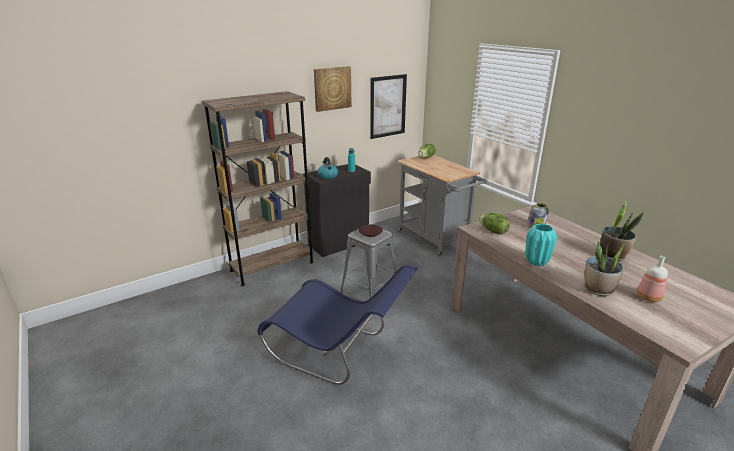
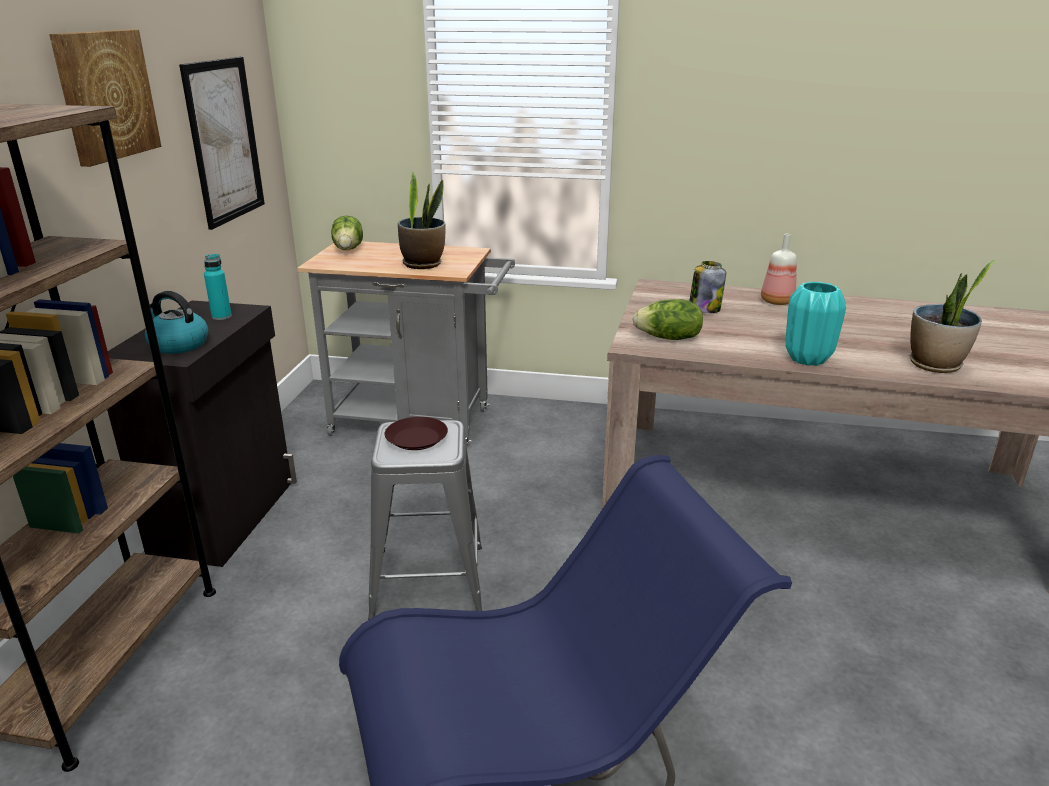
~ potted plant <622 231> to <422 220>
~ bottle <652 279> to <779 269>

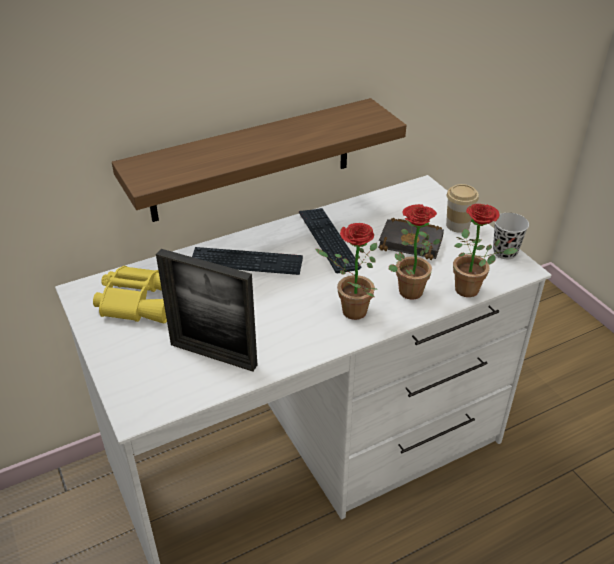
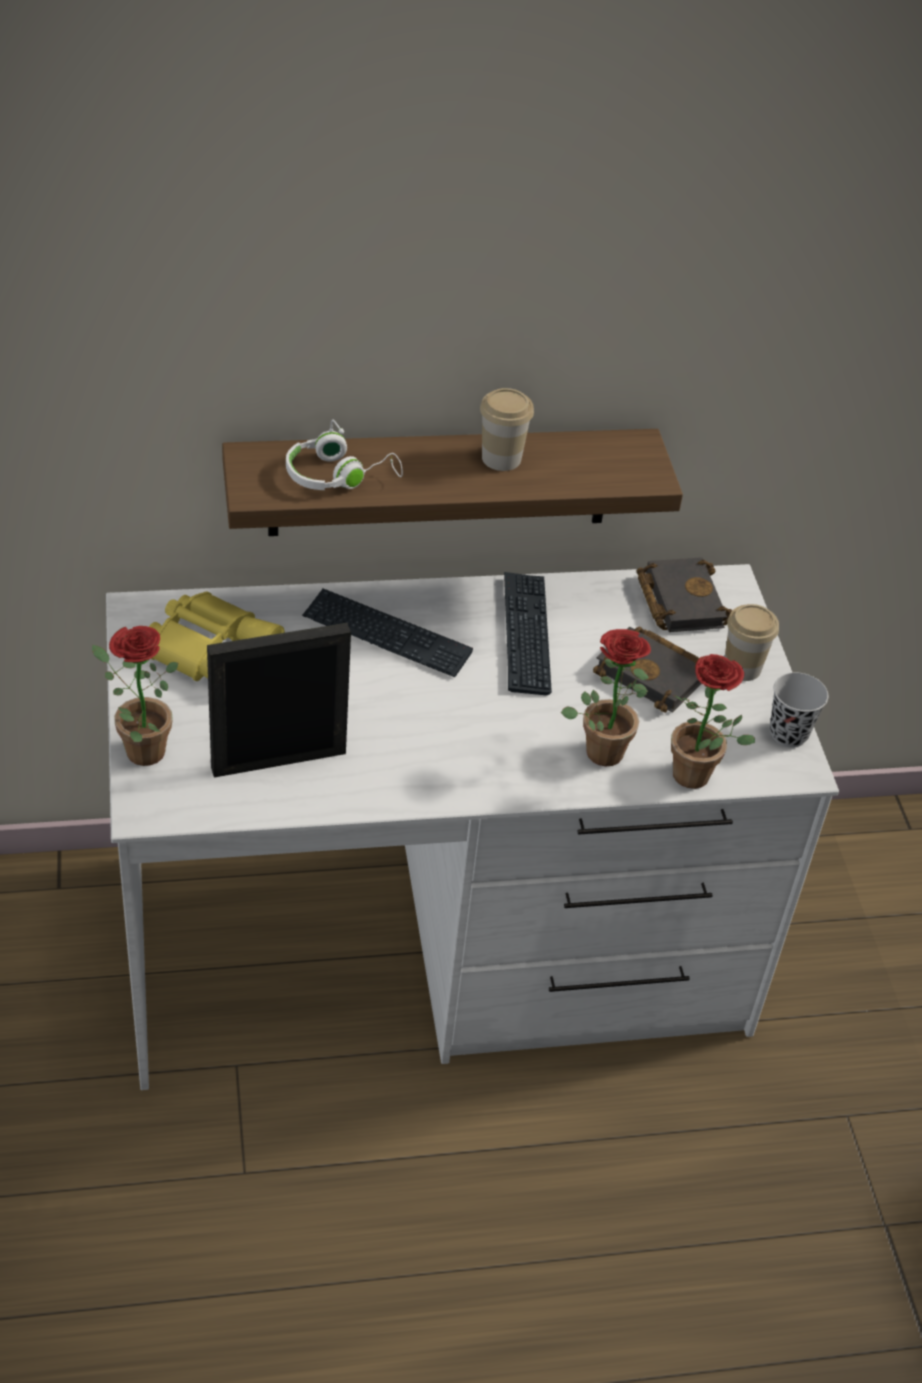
~ potted plant <346 271> to <135 696>
~ picture frame <206 310> = <279 700> 120 degrees clockwise
+ cup <507 429>
+ white headphones <344 455>
+ black book <685 594>

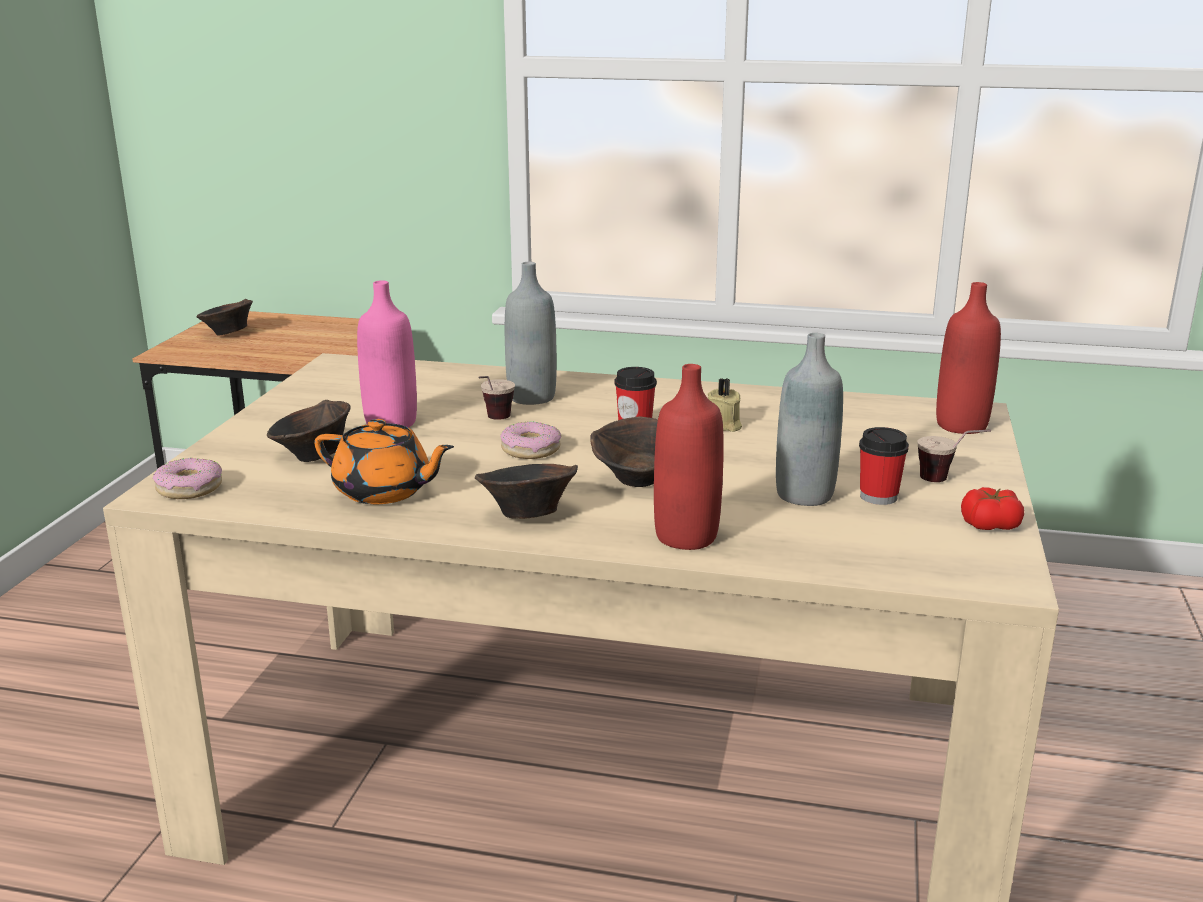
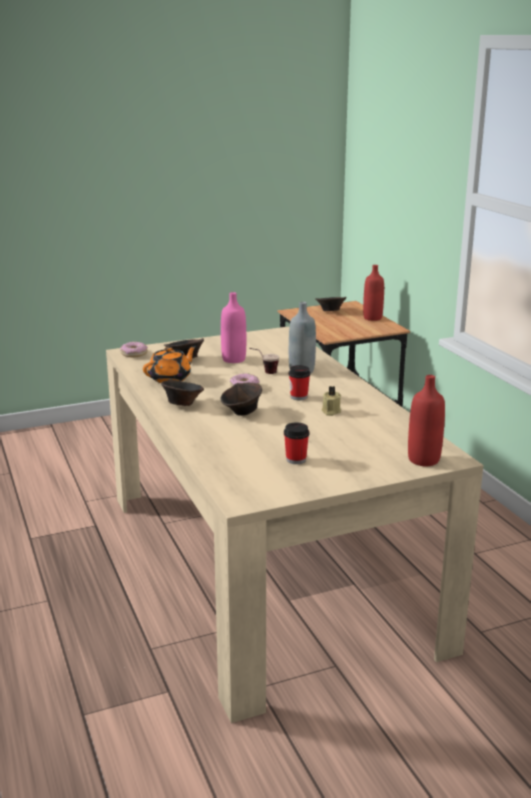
- grey bottle <809 419>
~ red bottle <689 457> to <373 293>
~ orange teapot <384 461> = <169 364> 120 degrees counterclockwise
- cup <954 455>
- tomato <992 508>

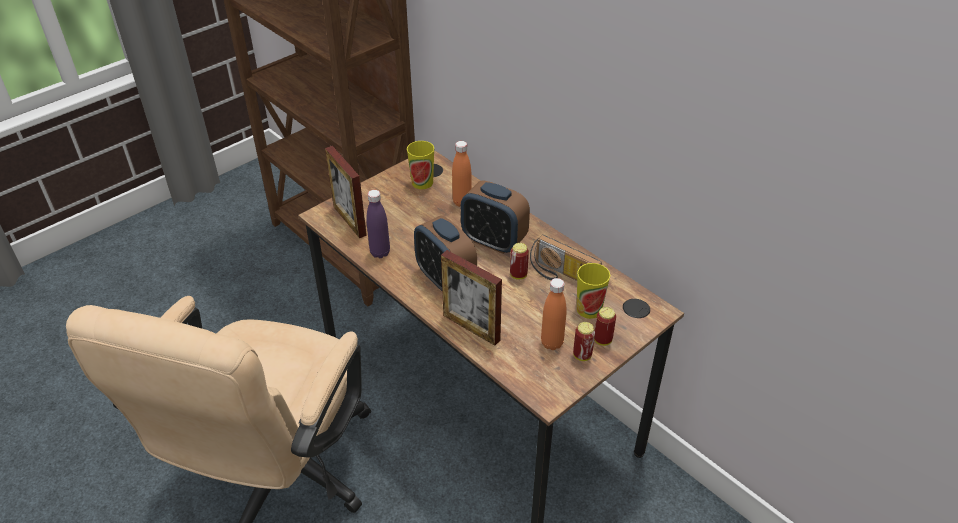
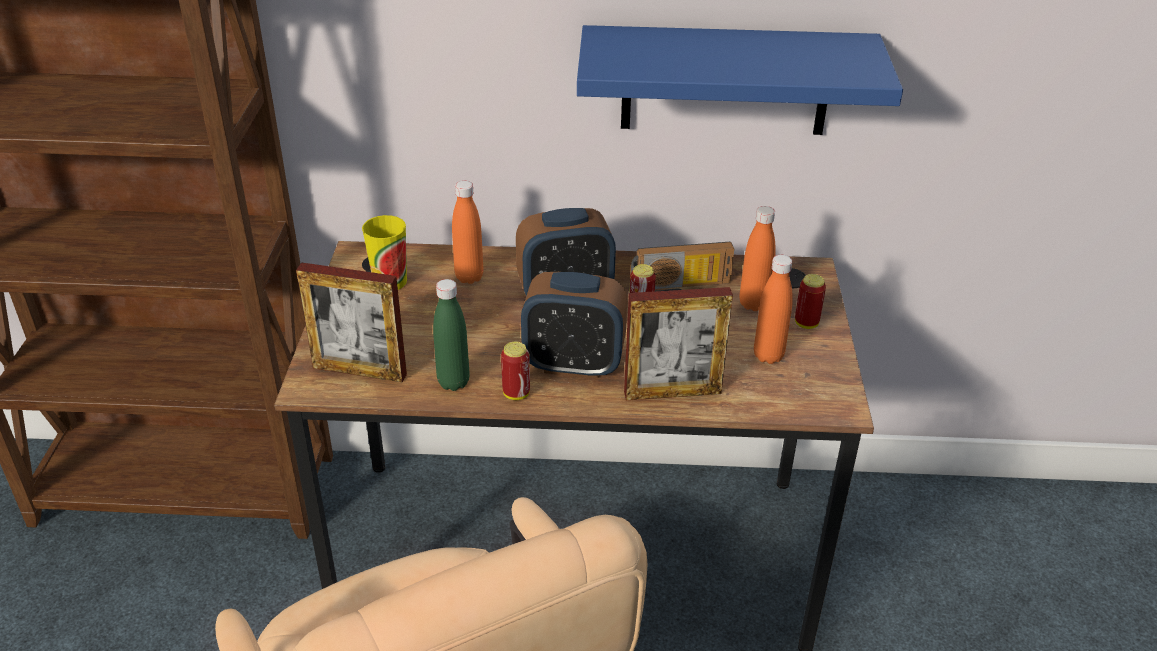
~ purple bottle <378 224> to green bottle <451 335>
~ cup <593 291> to orange bottle <758 258>
~ can <584 341> to <515 370>
+ blue shelf <740 80>

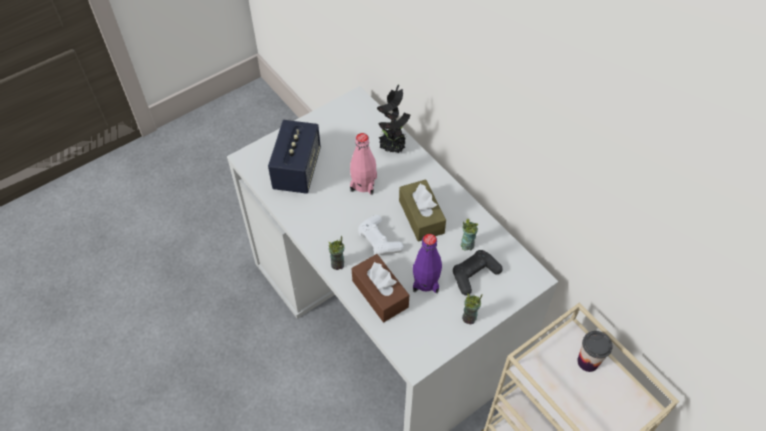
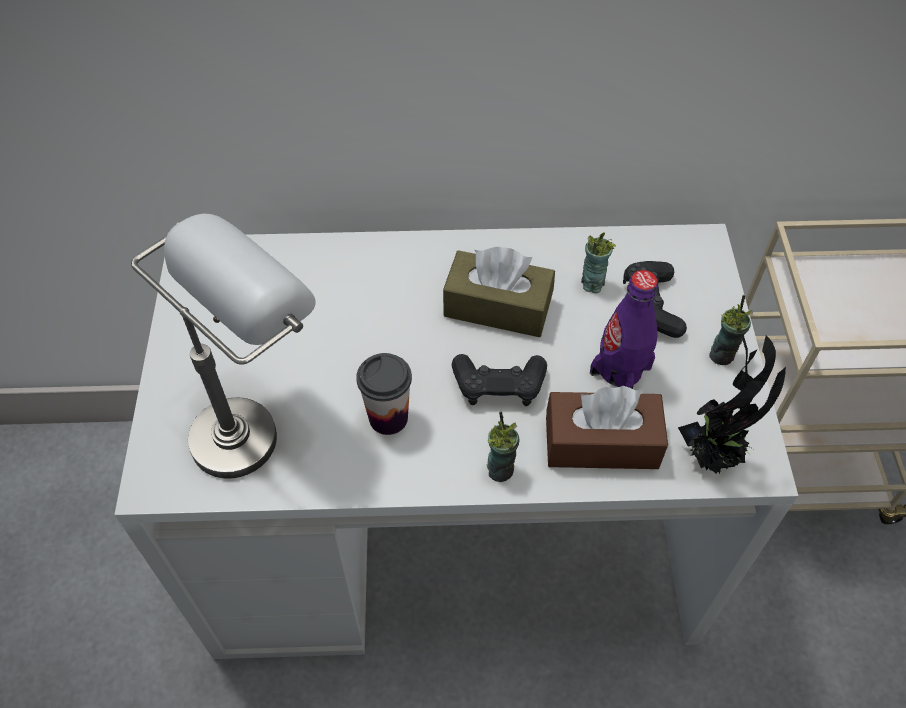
~ potted plant <394 119> to <732 404>
~ speaker <294 157> to grey table lamp <223 346>
- pink bottle <363 164>
~ white game controller <381 235> to black game controller <499 380>
~ cup <595 351> to <384 394>

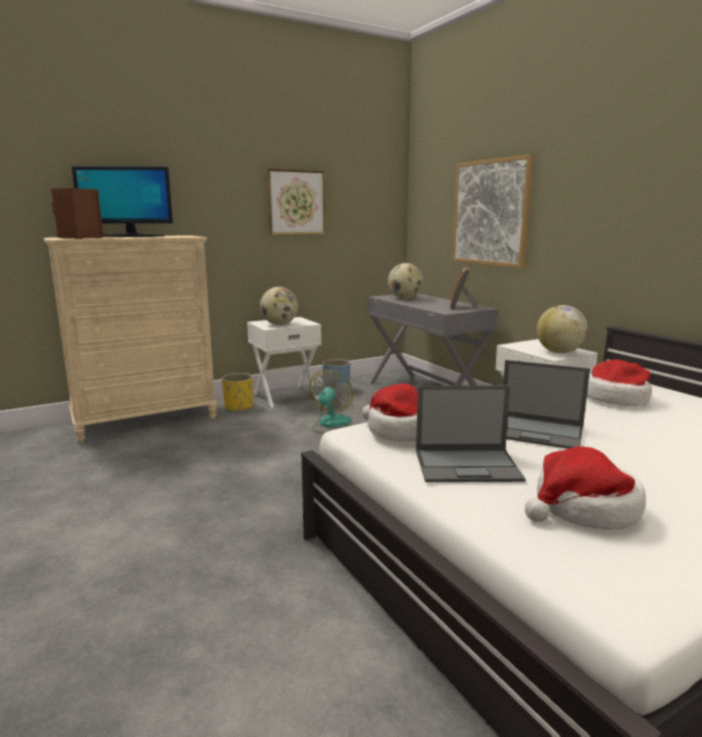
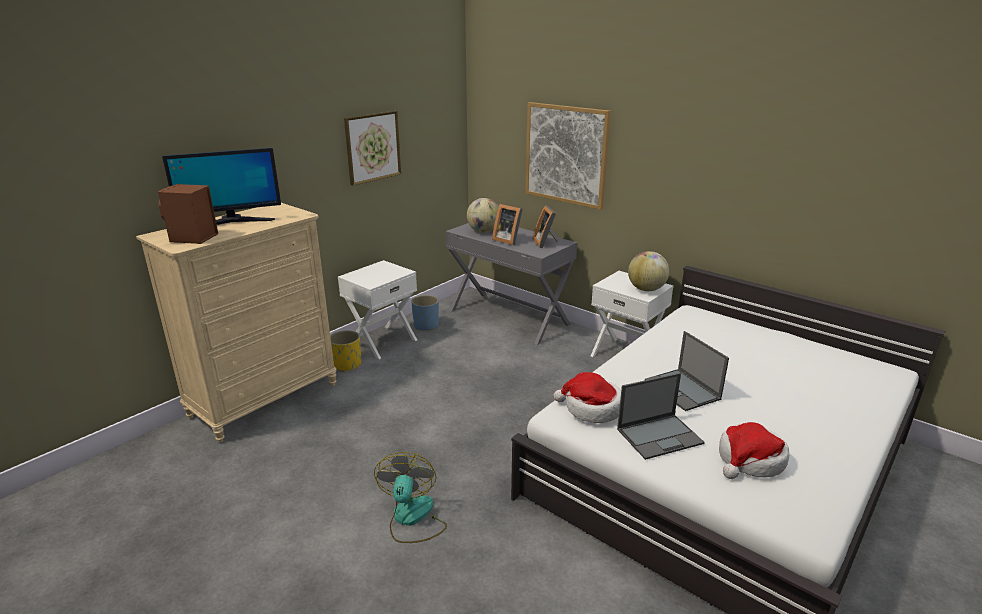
- globe <279 306>
- hat <619 382>
~ laptop <546 404> = <687 371> 60 degrees clockwise
~ fan <331 402> to <410 497>
+ picture frame <507 224>

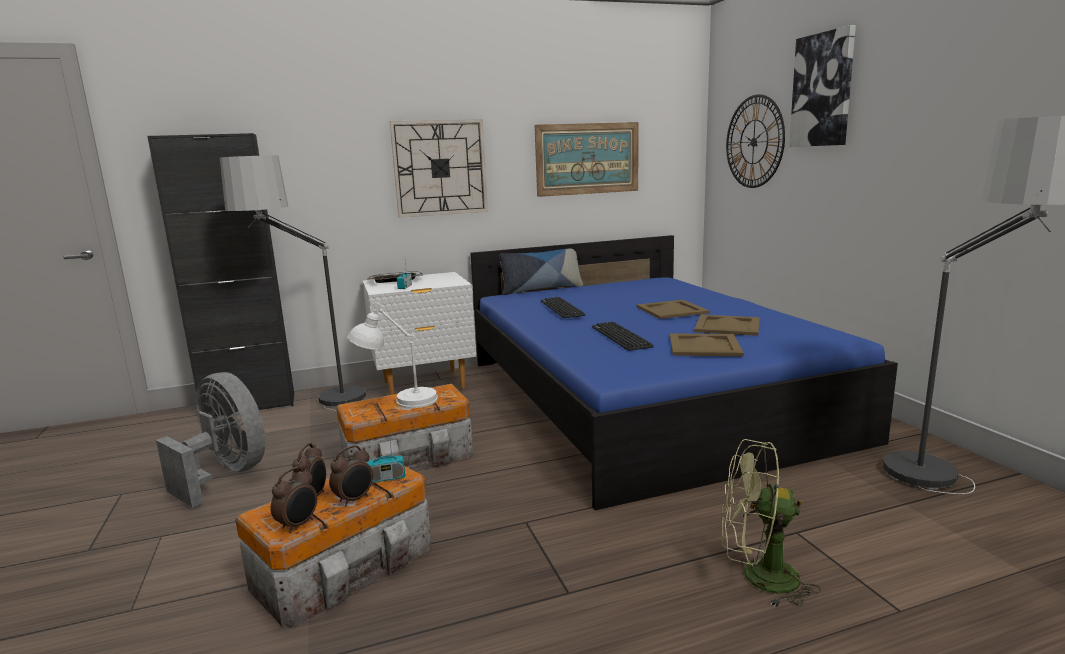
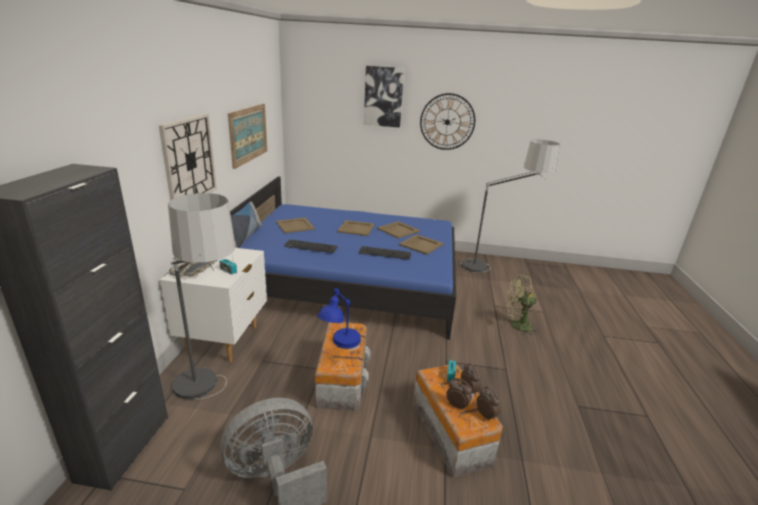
~ wall clock <755 141> to <447 121>
~ white table lamp <392 355> to blue table lamp <339 318>
~ green fan <771 523> = <522 305> 60 degrees clockwise
+ beige tray <295 225>

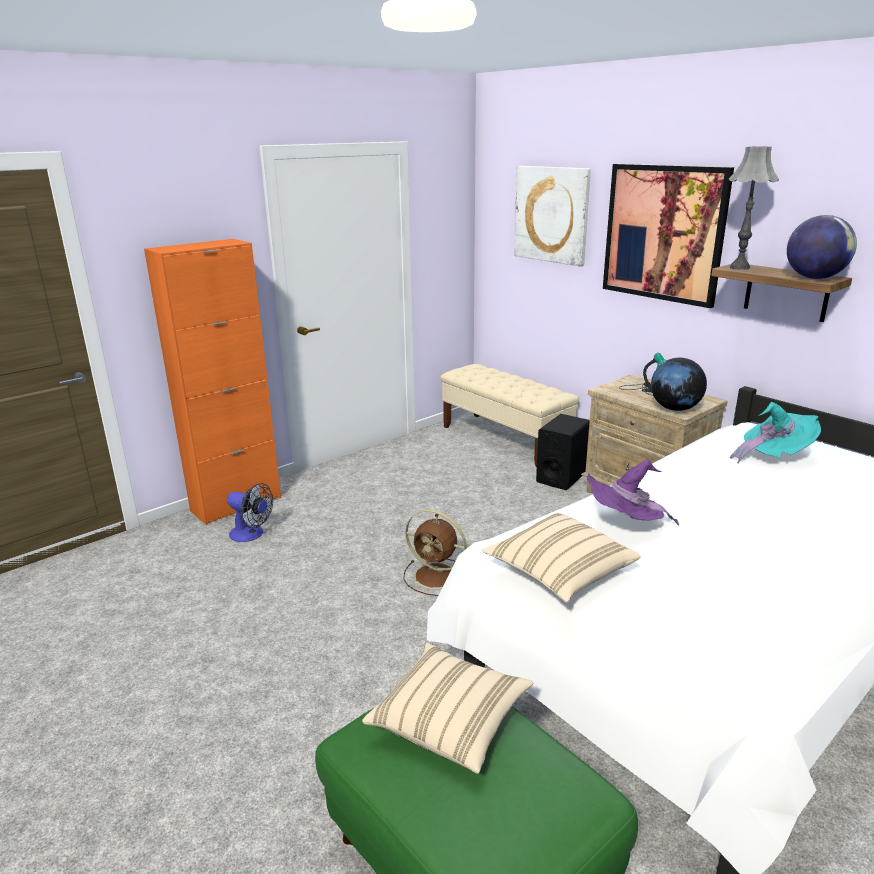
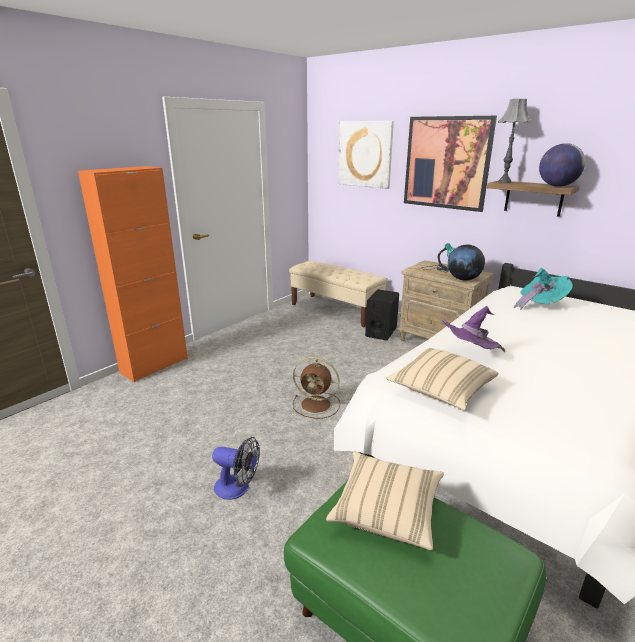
~ fan <250 512> to <236 468>

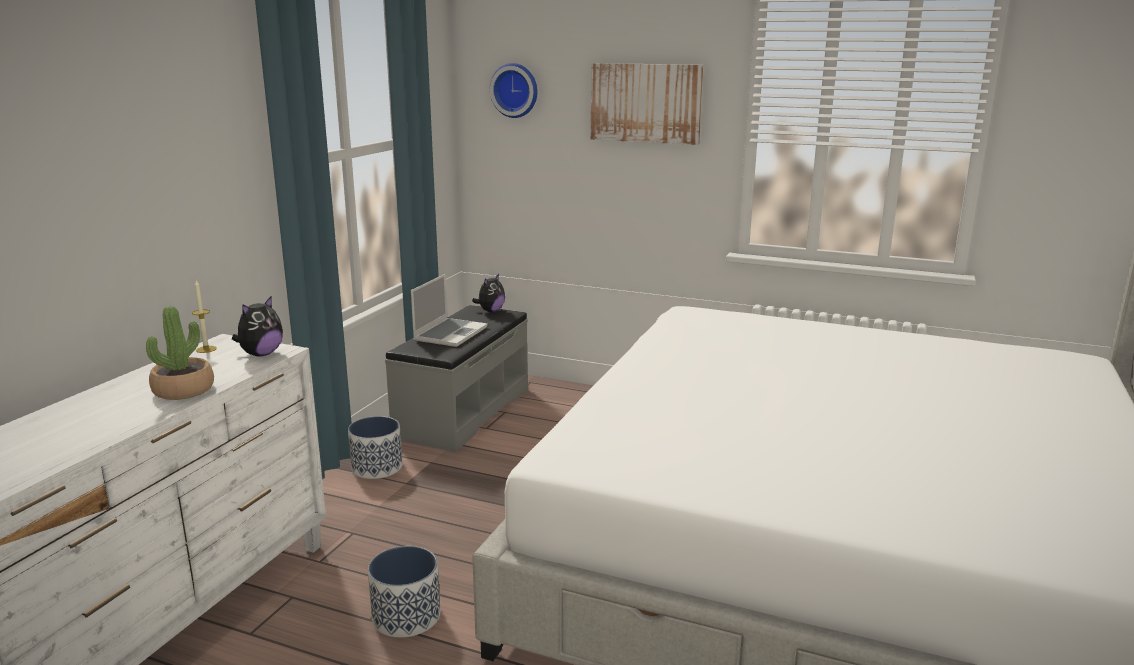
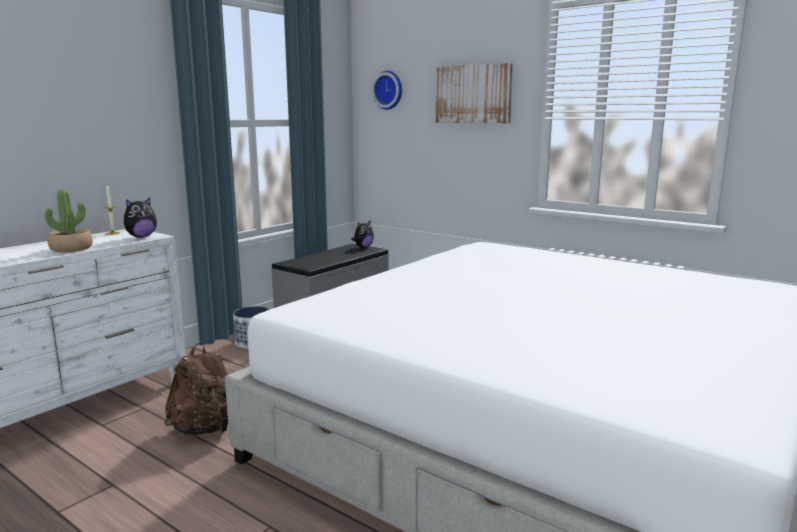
- laptop <449 310>
~ planter <404 592> to brown backpack <196 389>

